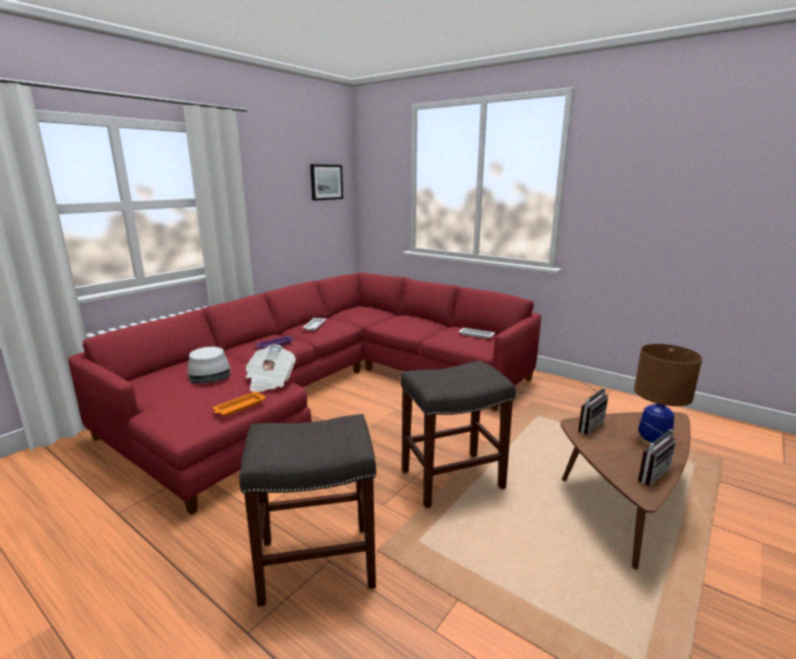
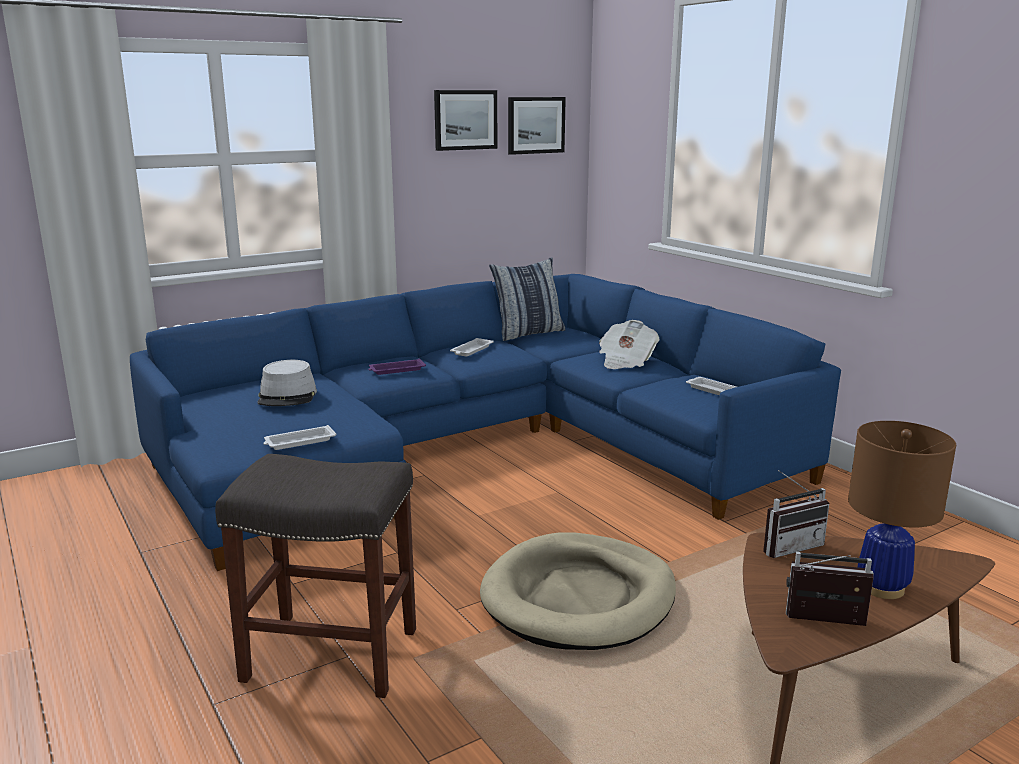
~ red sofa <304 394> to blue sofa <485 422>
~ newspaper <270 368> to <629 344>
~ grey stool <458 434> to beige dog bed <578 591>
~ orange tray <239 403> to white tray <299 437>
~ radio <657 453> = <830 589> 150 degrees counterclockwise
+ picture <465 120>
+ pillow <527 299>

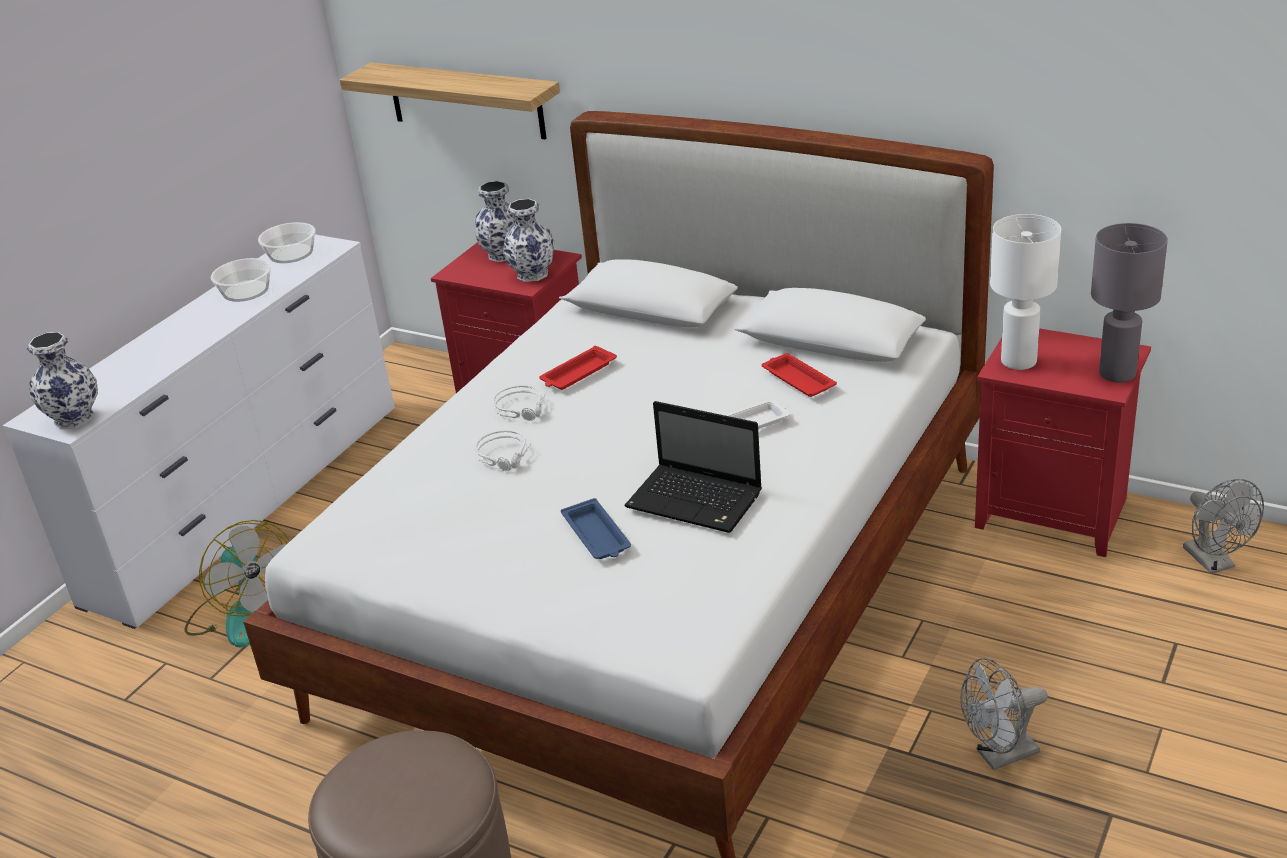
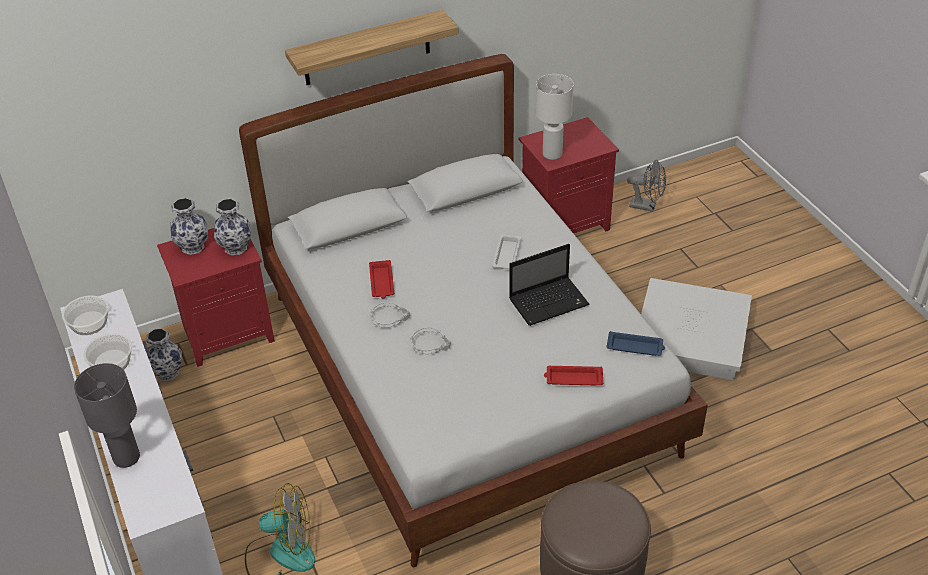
~ shelf <450 101> to <372 47>
~ grey table lamp <1129 303> to <107 415>
~ vase <62 380> to <164 354>
~ red tray <799 375> to <573 375>
~ blue tray <596 528> to <636 343>
~ grey fan <1004 714> to white storage box <696 329>

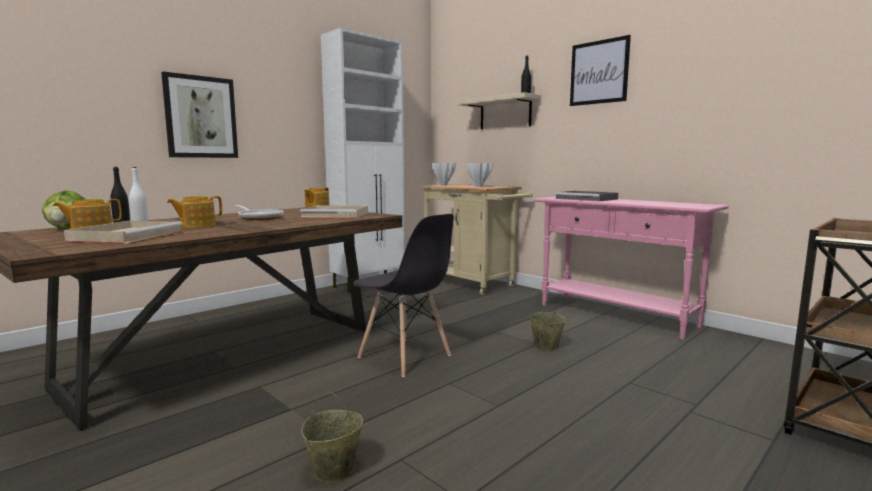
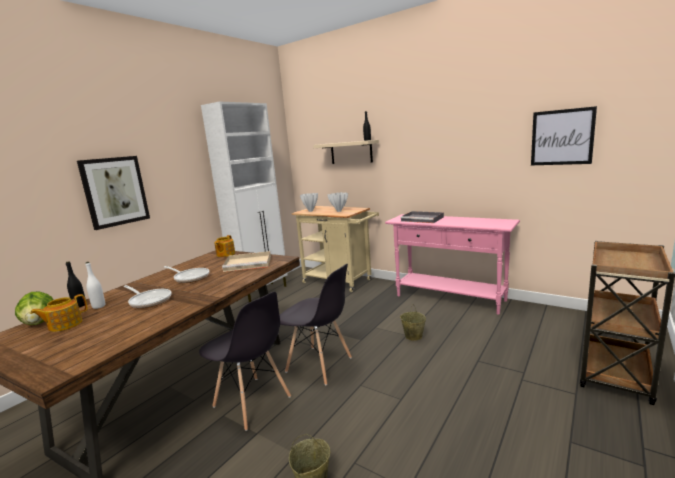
~ picture <600 70> to <564 135>
~ teapot <194 212> to frying pan <147 296>
- beige tray <123 232>
+ grey chair <245 361>

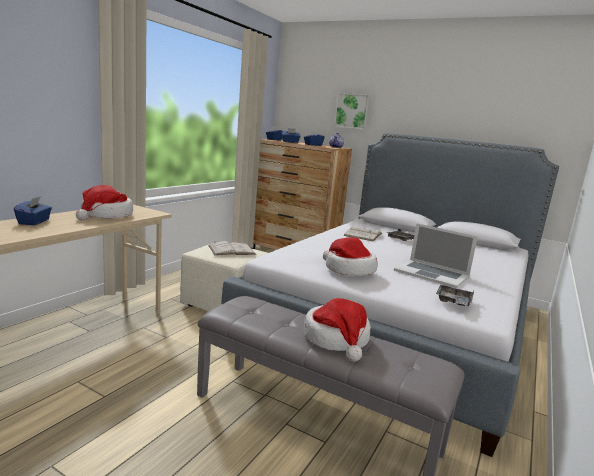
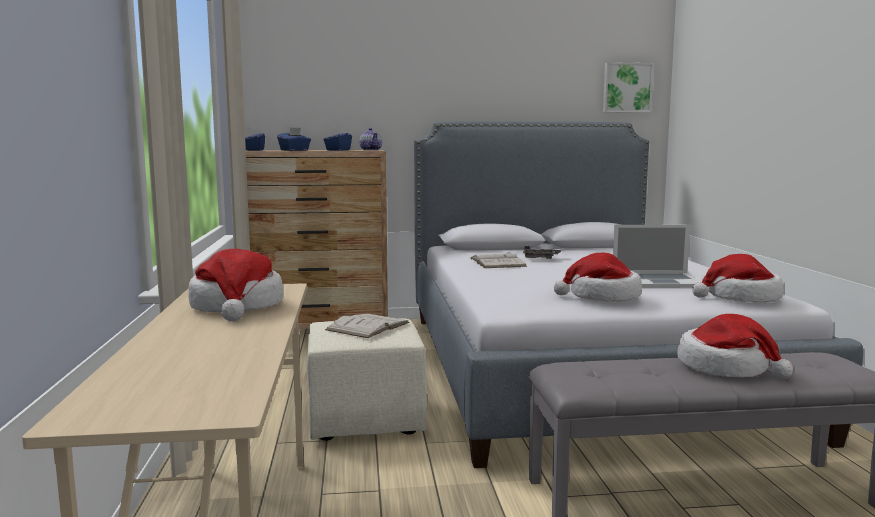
~ picture <352 111> to <628 87>
- blue tissue box <33 210>
~ grey tray <455 295> to hat <738 278>

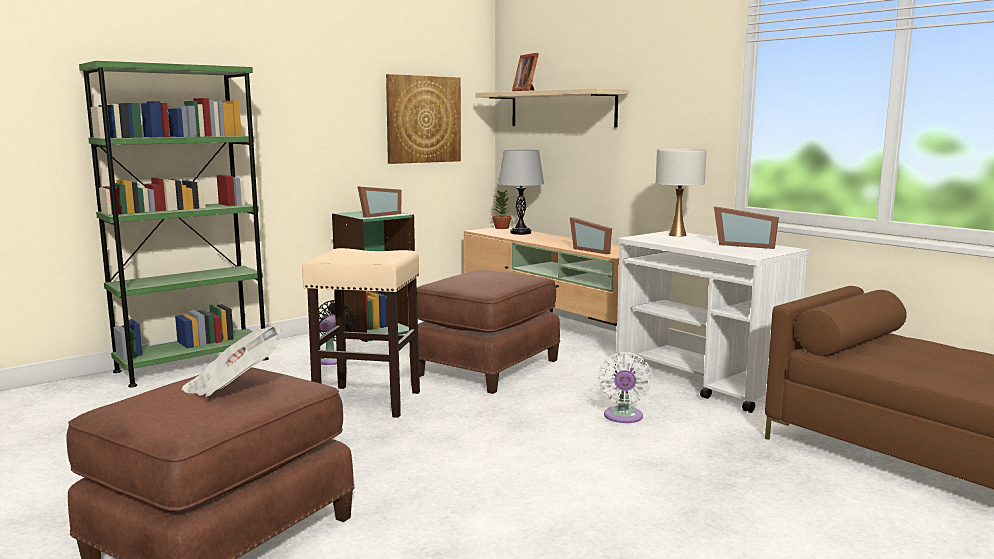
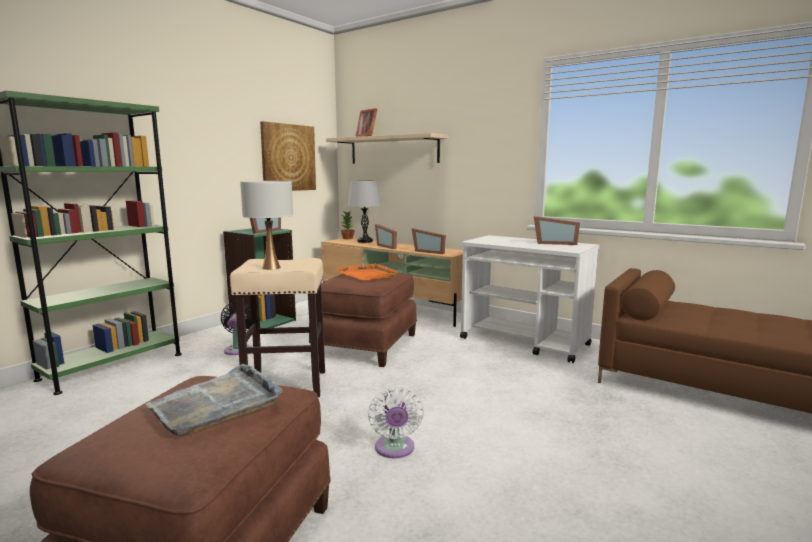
~ white table lamp <681 193> to <266 225>
~ newspaper <232 361> to grey tray <214 400>
~ white fan <625 387> to <396 422>
+ picture frame <386 236>
+ orange tray <367 271>

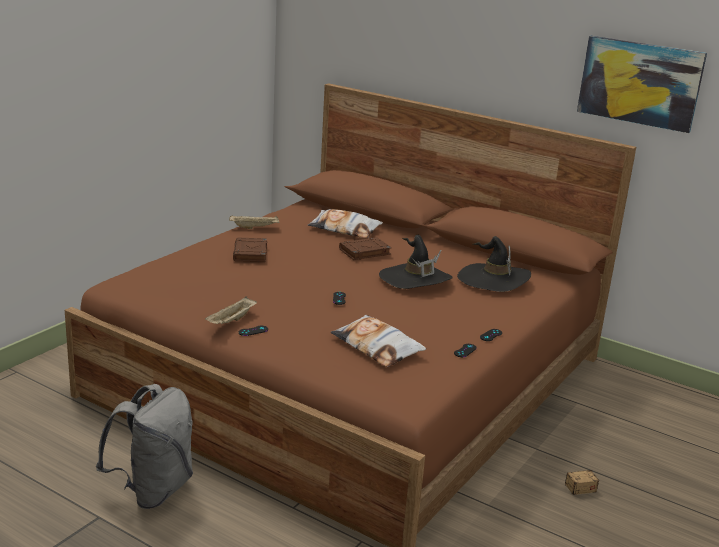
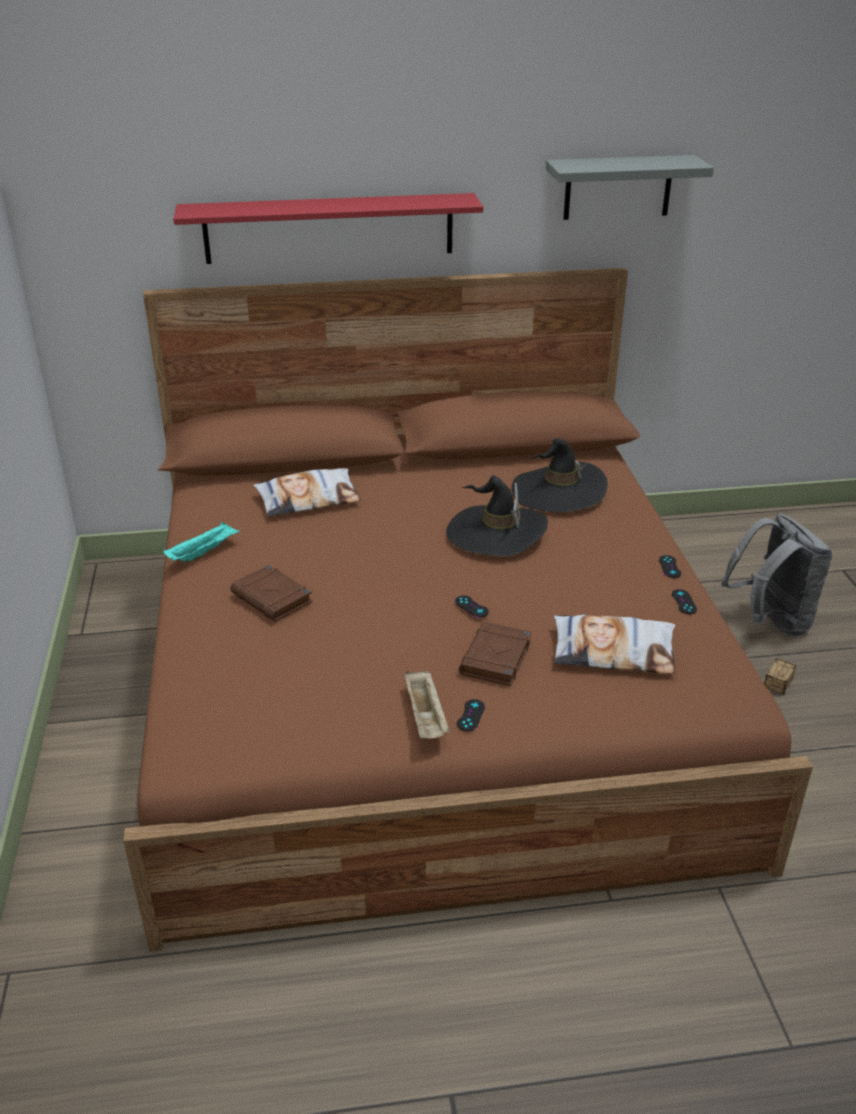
~ picture <642 84> to grey shelf <629 187>
~ beige tray <254 222> to turquoise tray <201 542>
~ brown book <365 248> to <495 654>
~ grey backpack <144 446> to <777 574>
+ red shelf <328 228>

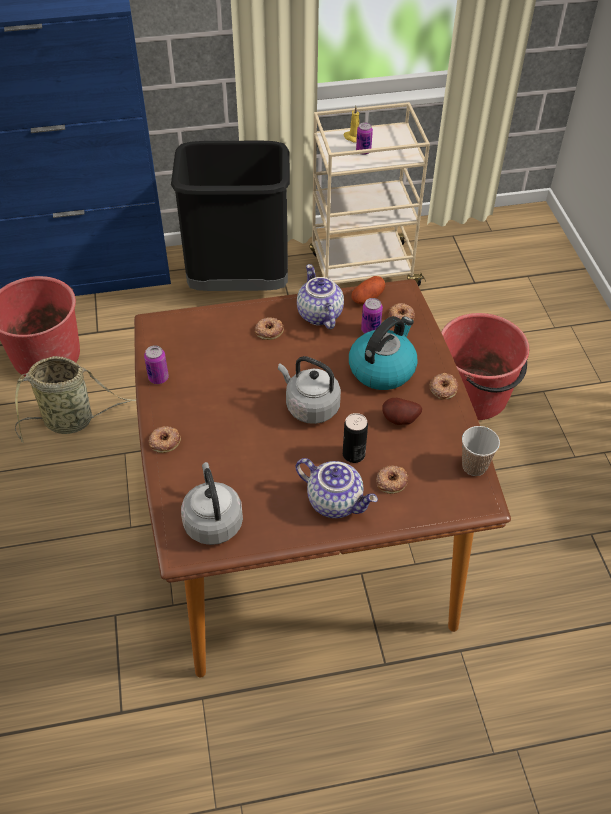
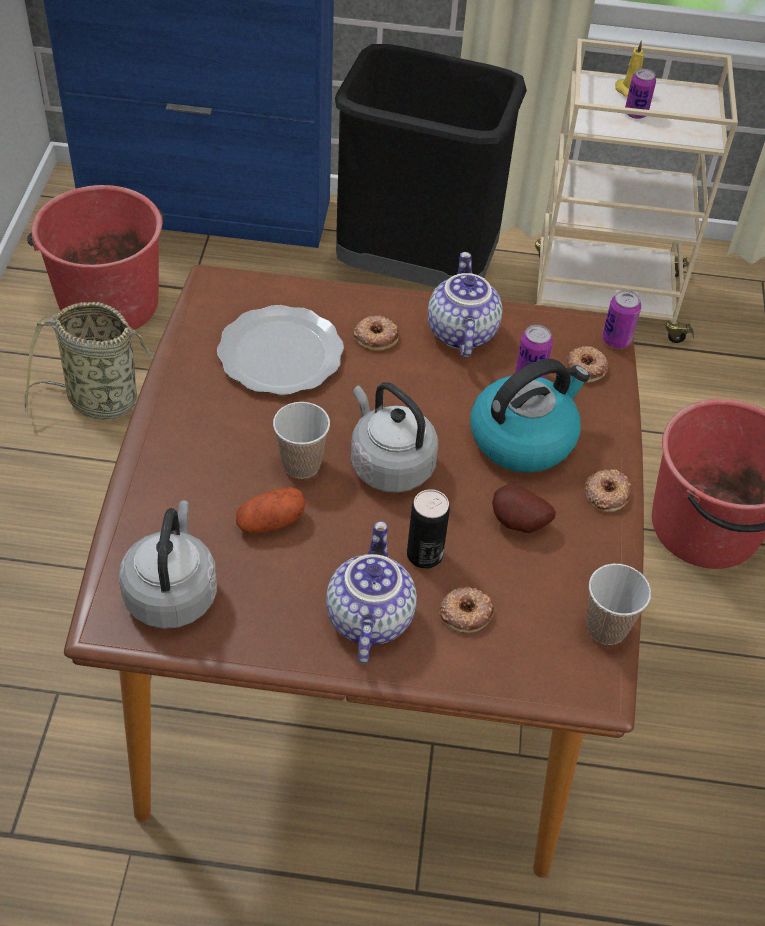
~ potato <368 290> to <271 510>
~ can <156 364> to <621 319>
- donut <164 439>
~ teapot <336 488> = <371 592> 135 degrees counterclockwise
+ plate <280 350>
+ cup <301 440>

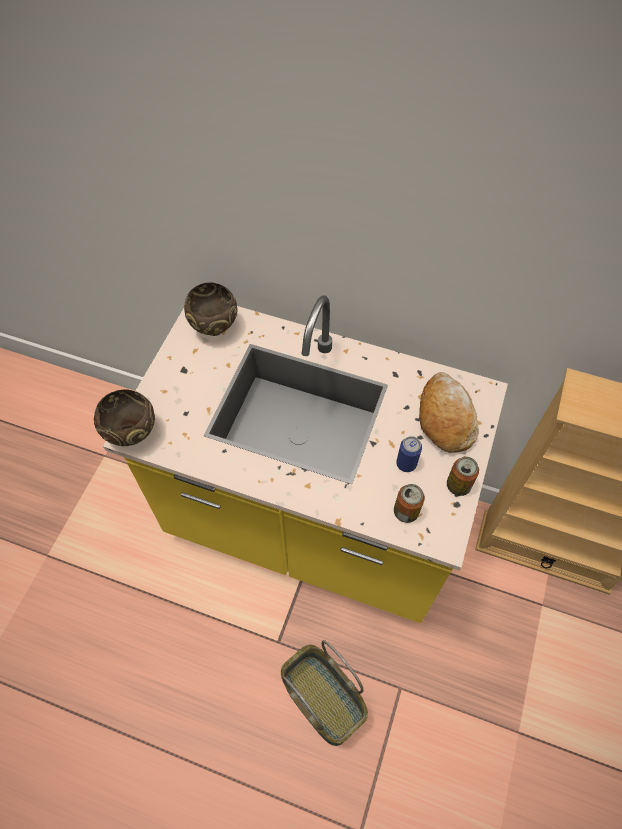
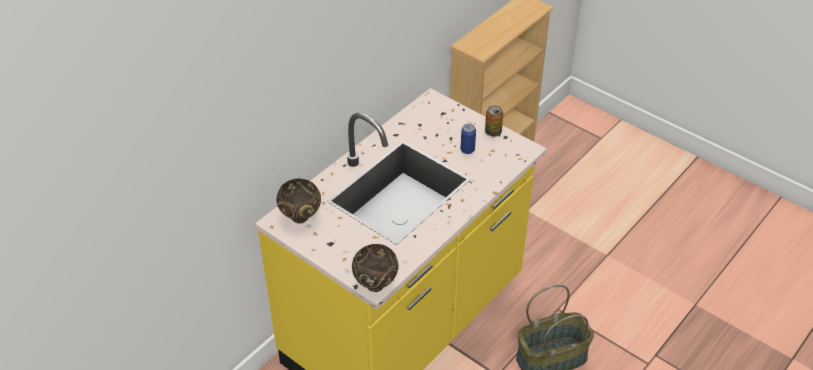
- bread <449 412>
- can <409 503>

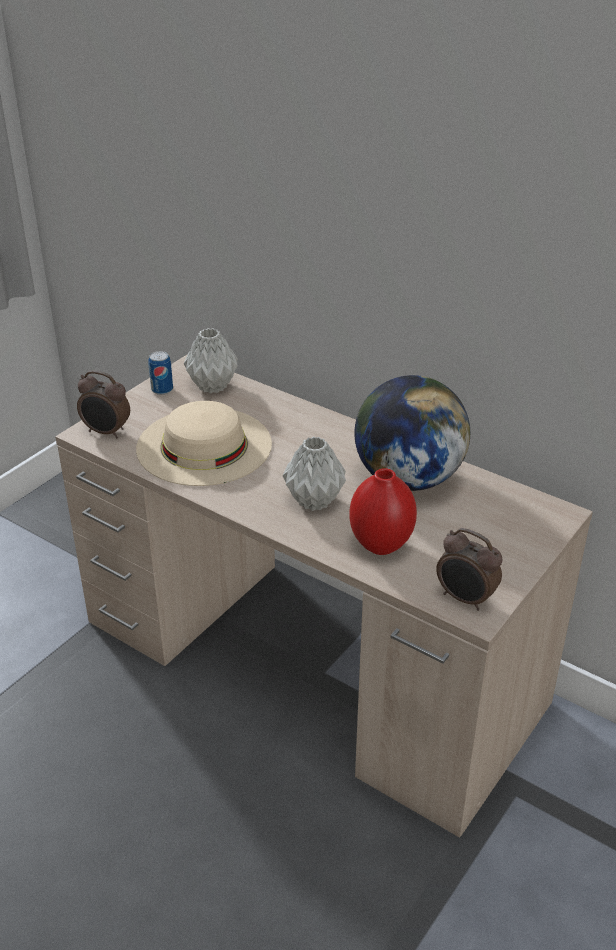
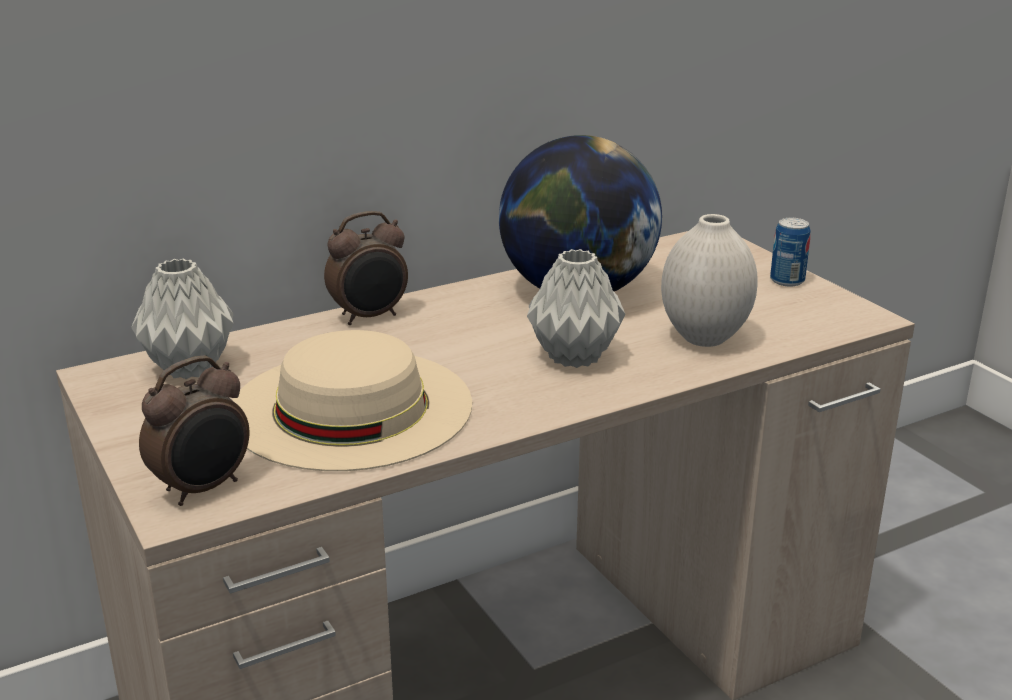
~ can <161 373> to <790 252>
~ red vase <383 511> to white vase <709 280>
~ alarm clock <469 569> to <366 268>

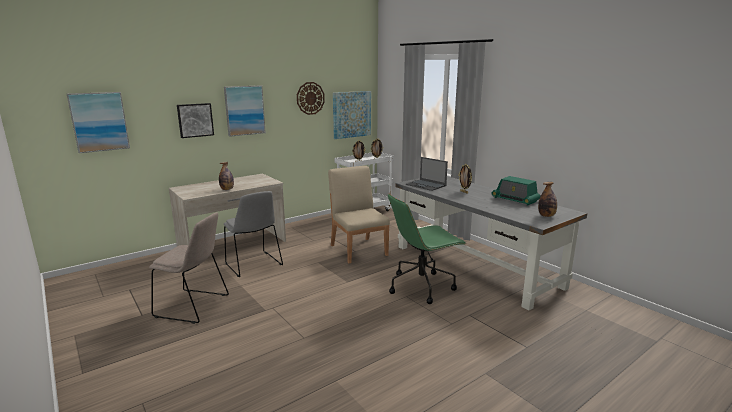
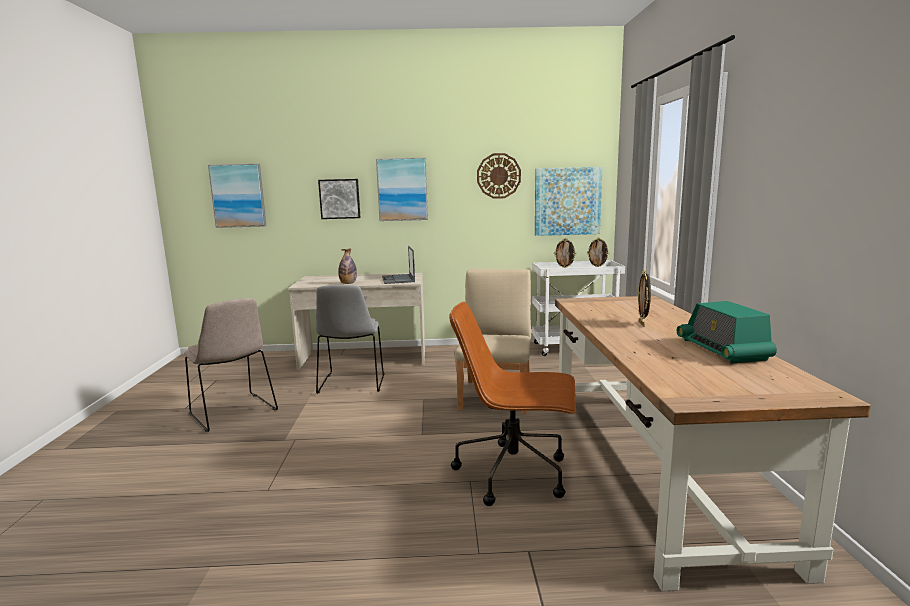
~ laptop <427 174> to <398 265>
~ grey desk <491 243> to brown desk <713 443>
- bottle <547 199>
~ green office chair <427 249> to brown office chair <512 404>

